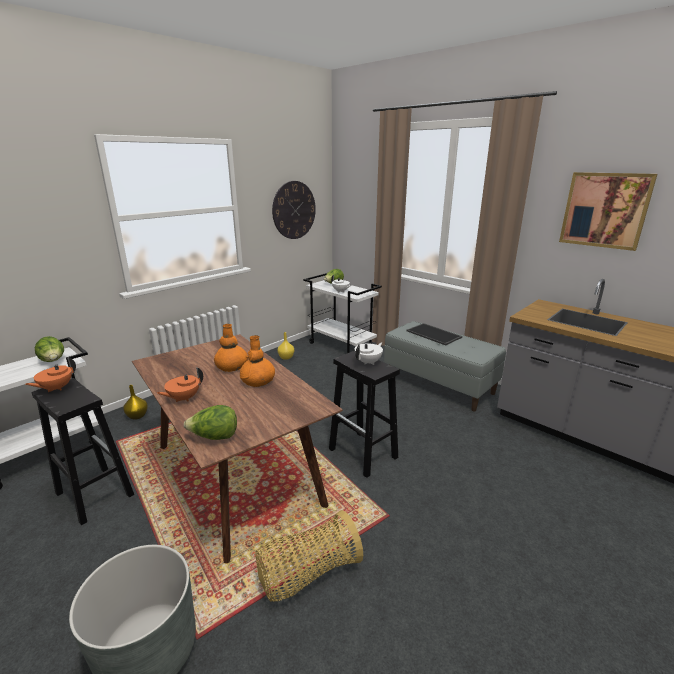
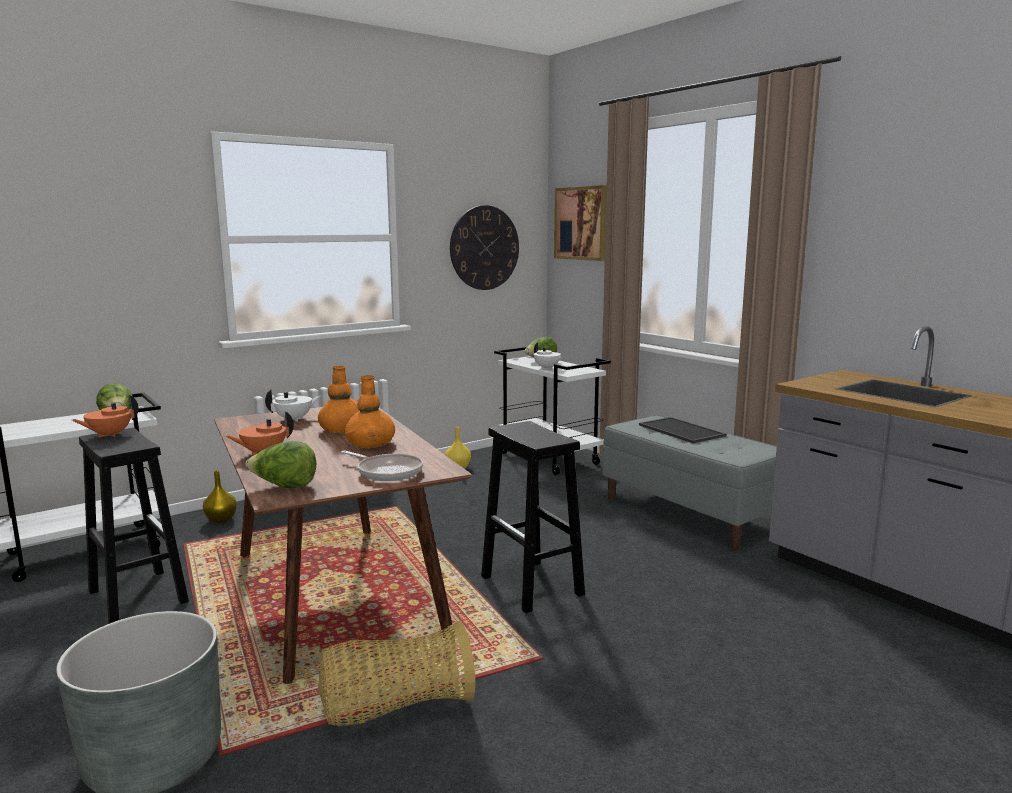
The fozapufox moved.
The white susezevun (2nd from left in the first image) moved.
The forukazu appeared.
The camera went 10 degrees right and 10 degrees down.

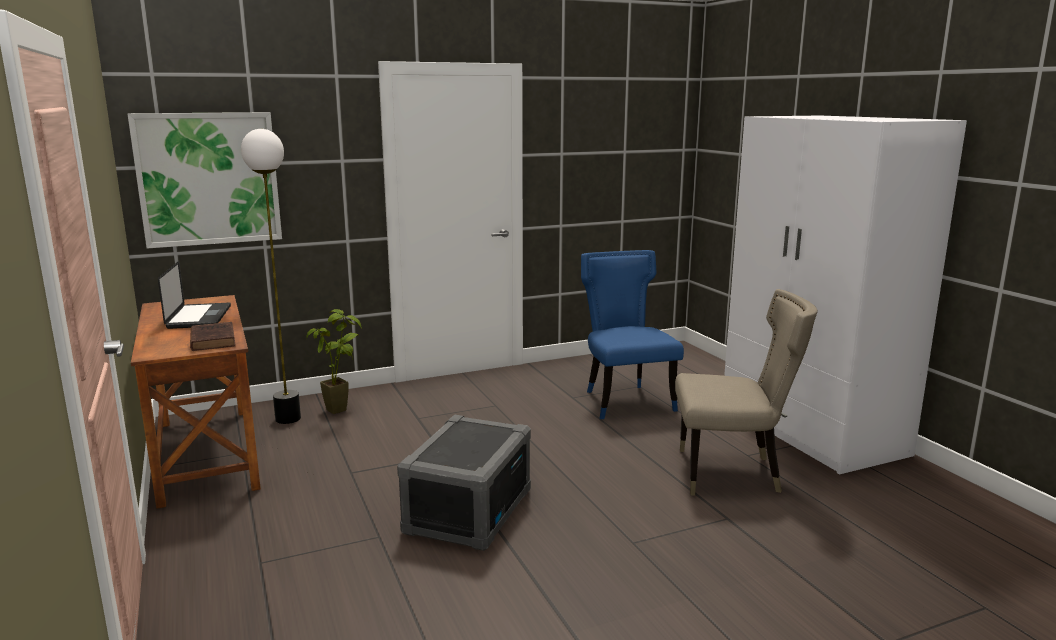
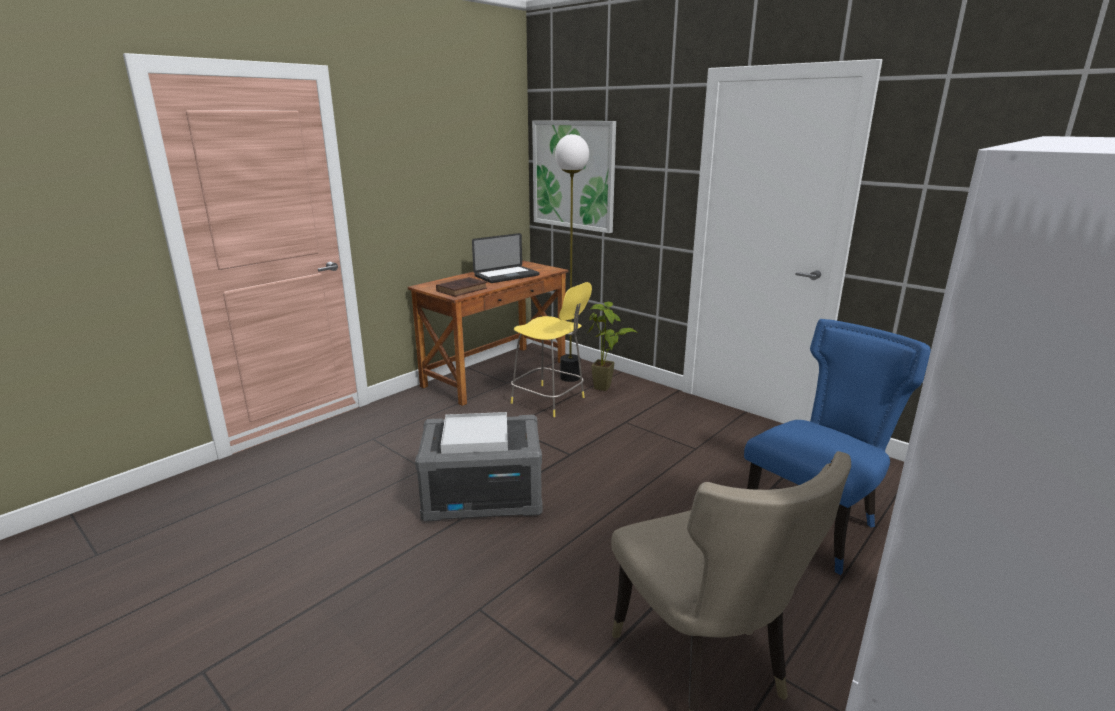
The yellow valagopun appeared.
The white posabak appeared.
The camera went 65 degrees right and 5 degrees up.

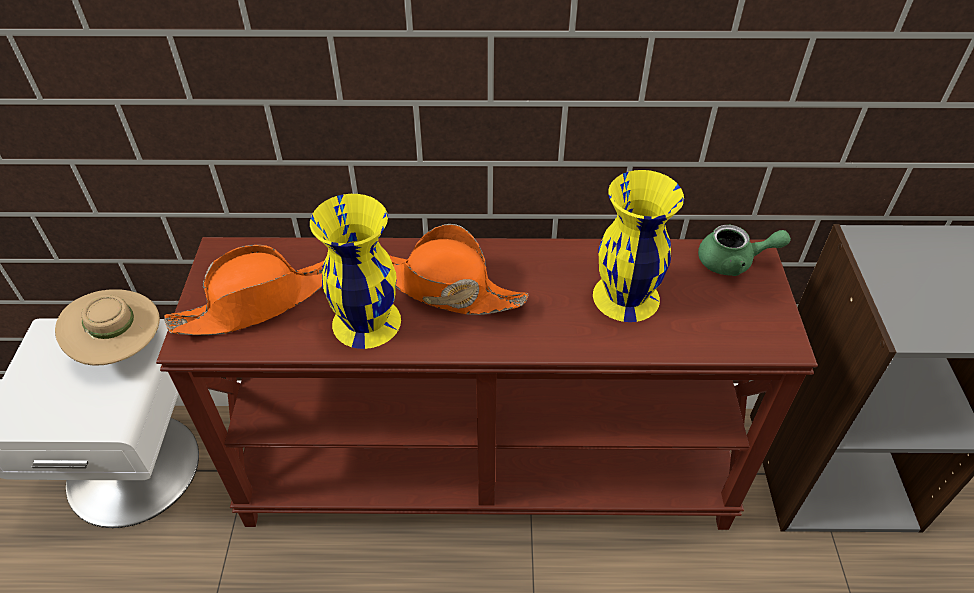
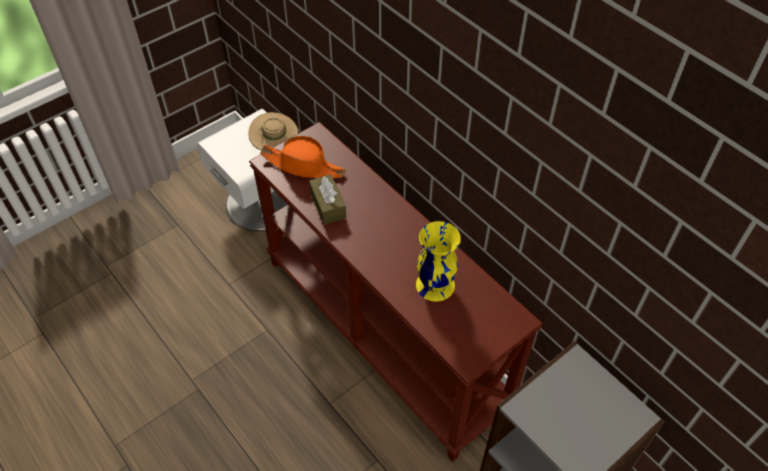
The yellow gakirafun (1st from left) was replaced by the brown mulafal.
The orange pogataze (2nd from left) disappeared.
The green susezevun disappeared.
The camera went 50 degrees right and 5 degrees up.

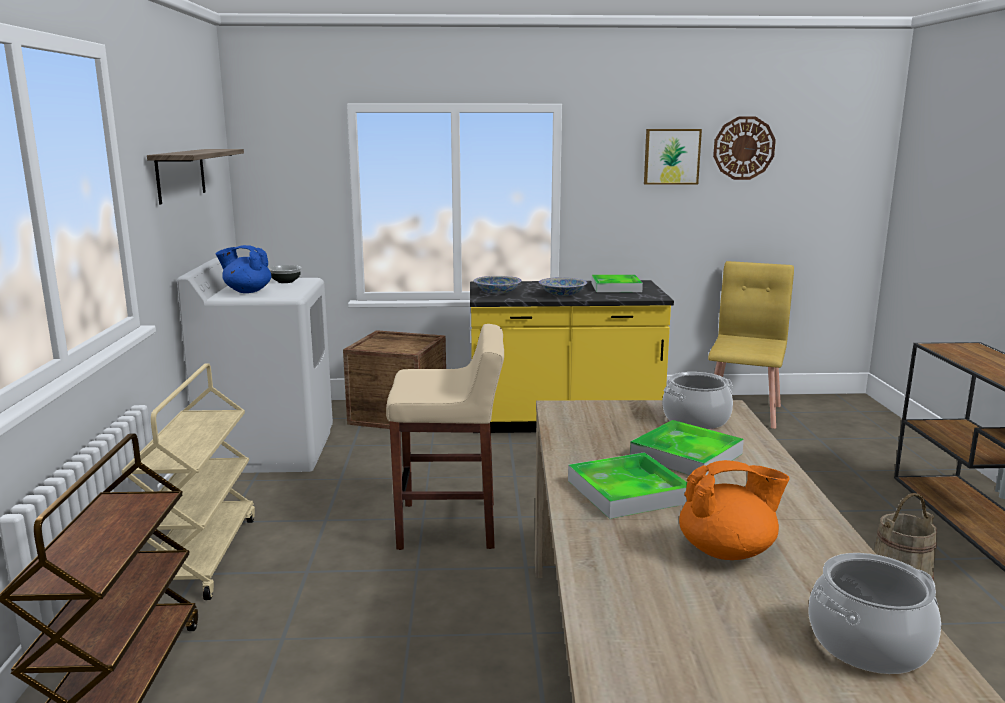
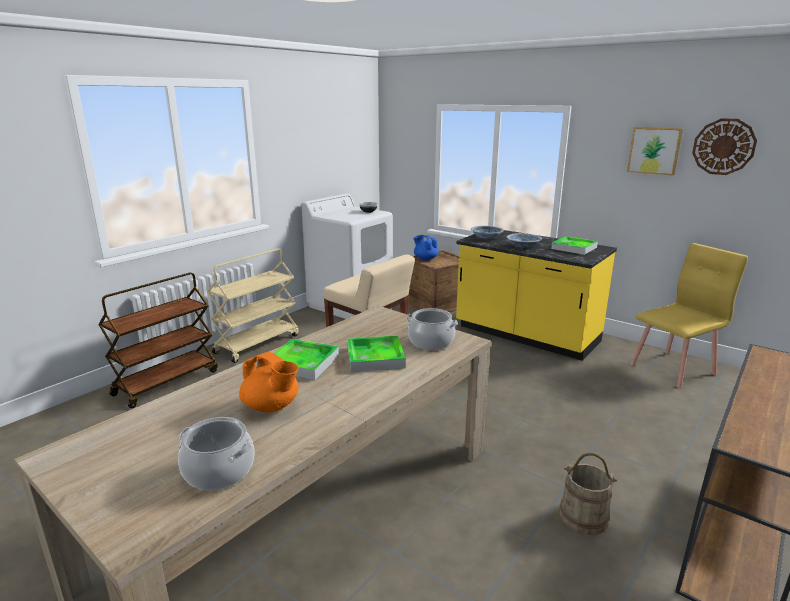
The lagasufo disappeared.
The blue susezevun moved.
The camera went 40 degrees right and 5 degrees up.

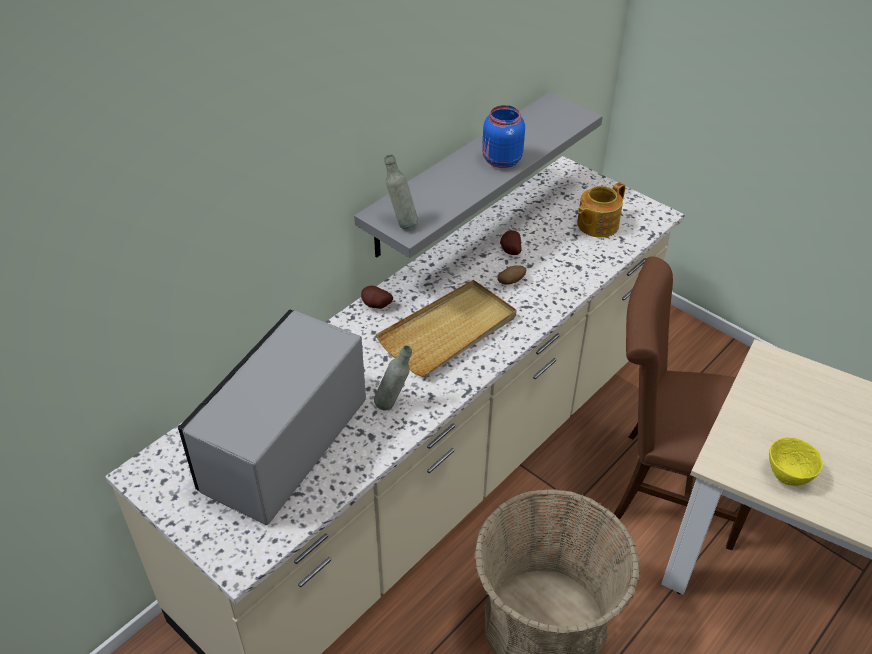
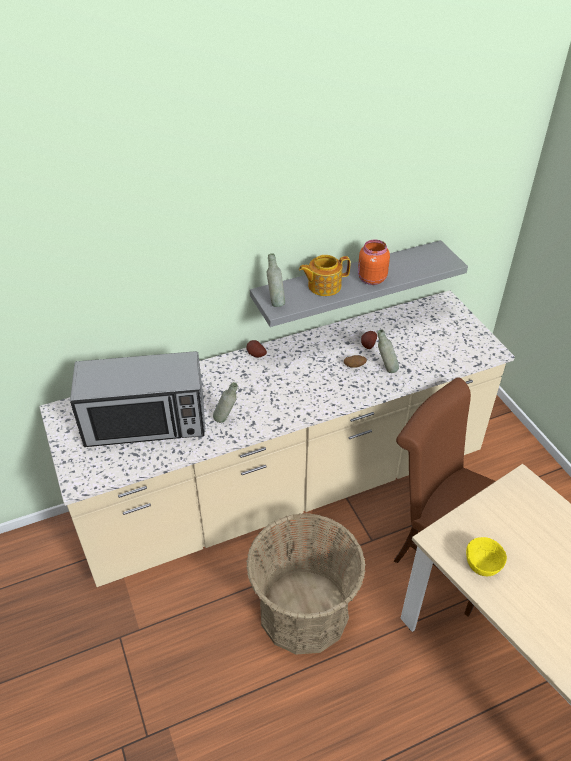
The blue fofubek became the orange fofubek.
The susezevun moved.
The beige posabak disappeared.
The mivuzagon turned 150 degrees counterclockwise.
The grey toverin (3rd from left) appeared.
The camera went 25 degrees right and 0 degrees up.

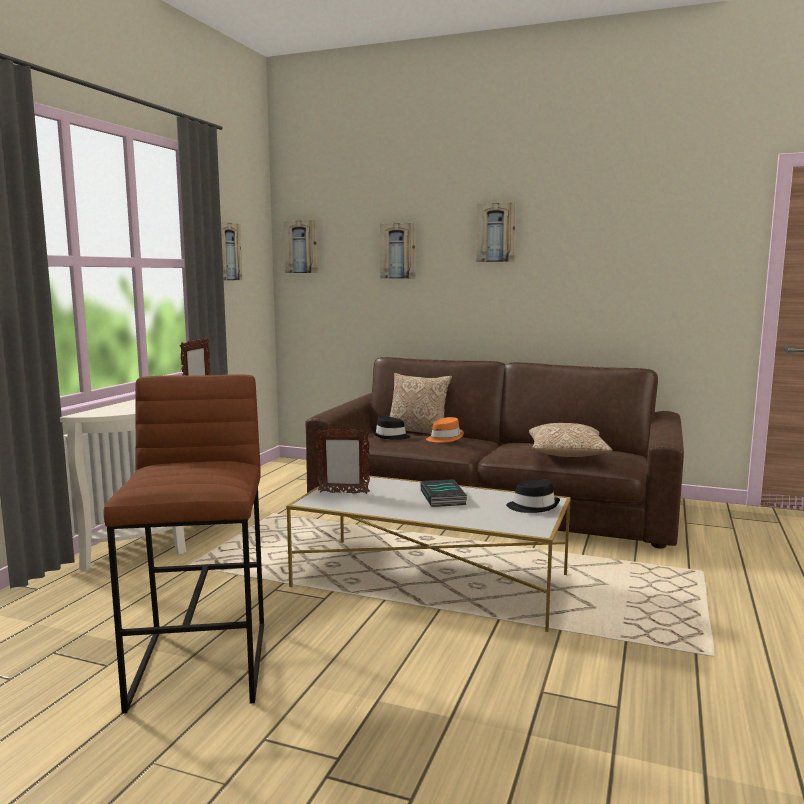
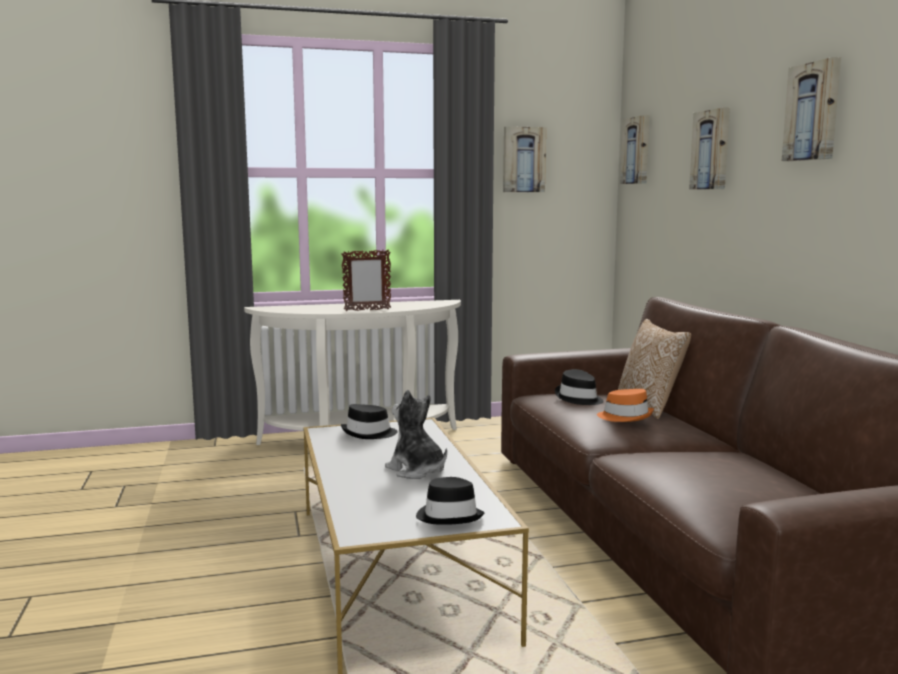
The brown valagopun disappeared.
The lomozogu (2nd from left) disappeared.
The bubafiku (2nd from left) was replaced by the black pogataze (1st from left).
The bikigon was replaced by the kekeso.
The camera went 55 degrees right and 0 degrees up.

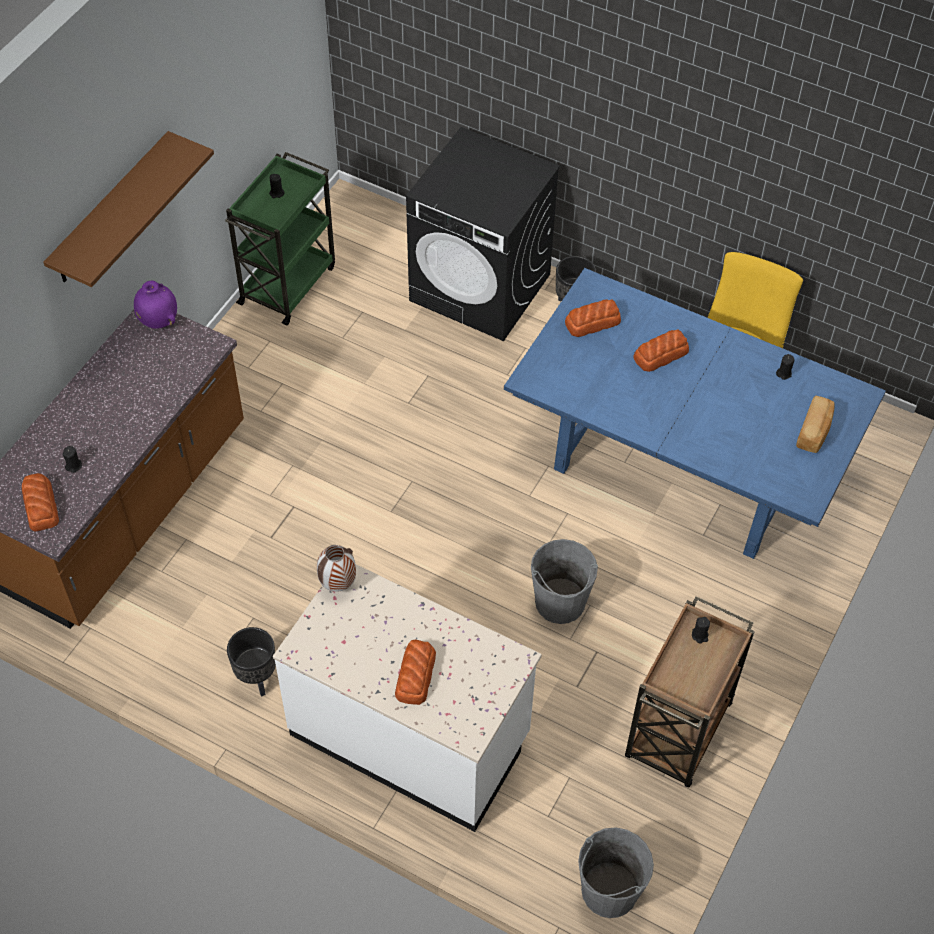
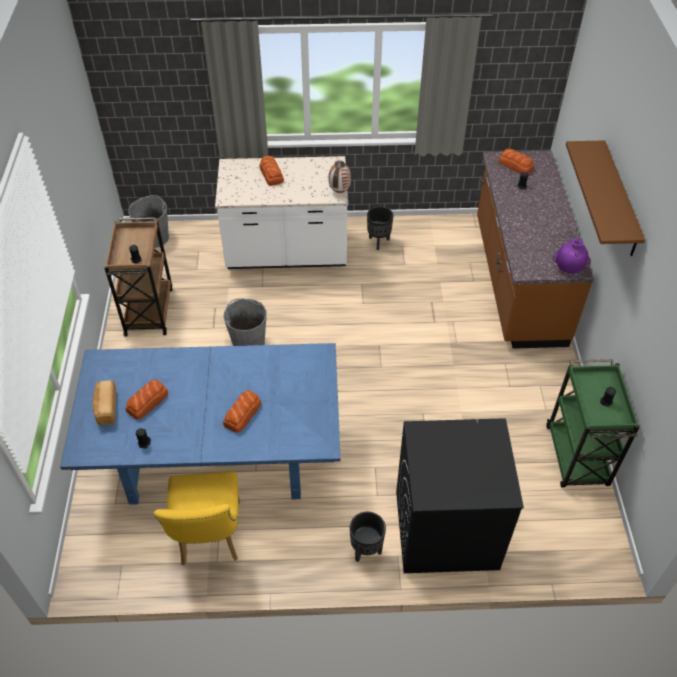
The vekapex (3rd from left in the first image) moved.
The camera went 150 degrees right and 5 degrees down.

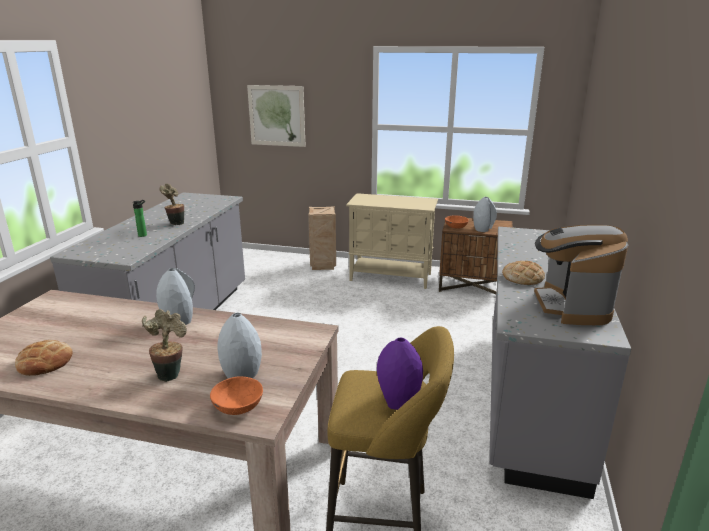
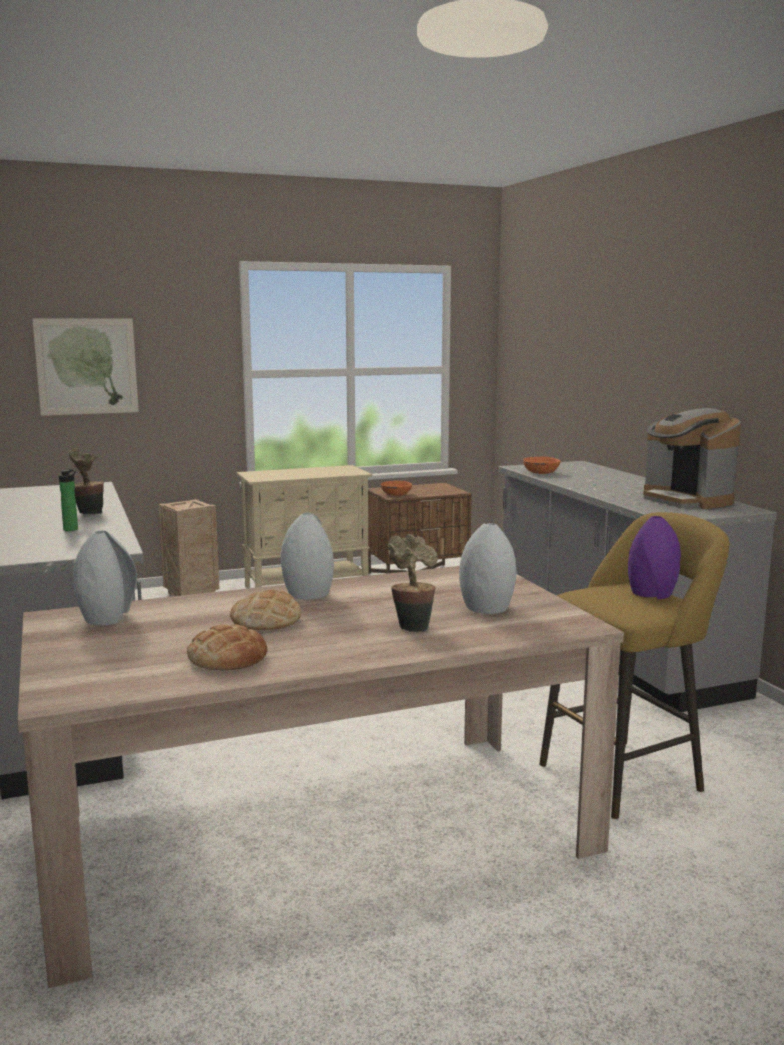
The grey gakirafun (3rd from left in the first image) moved.
The vekapex (2nd from left) moved.
The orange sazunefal (1st from left in the first image) moved.
The camera went 35 degrees left and 10 degrees down.

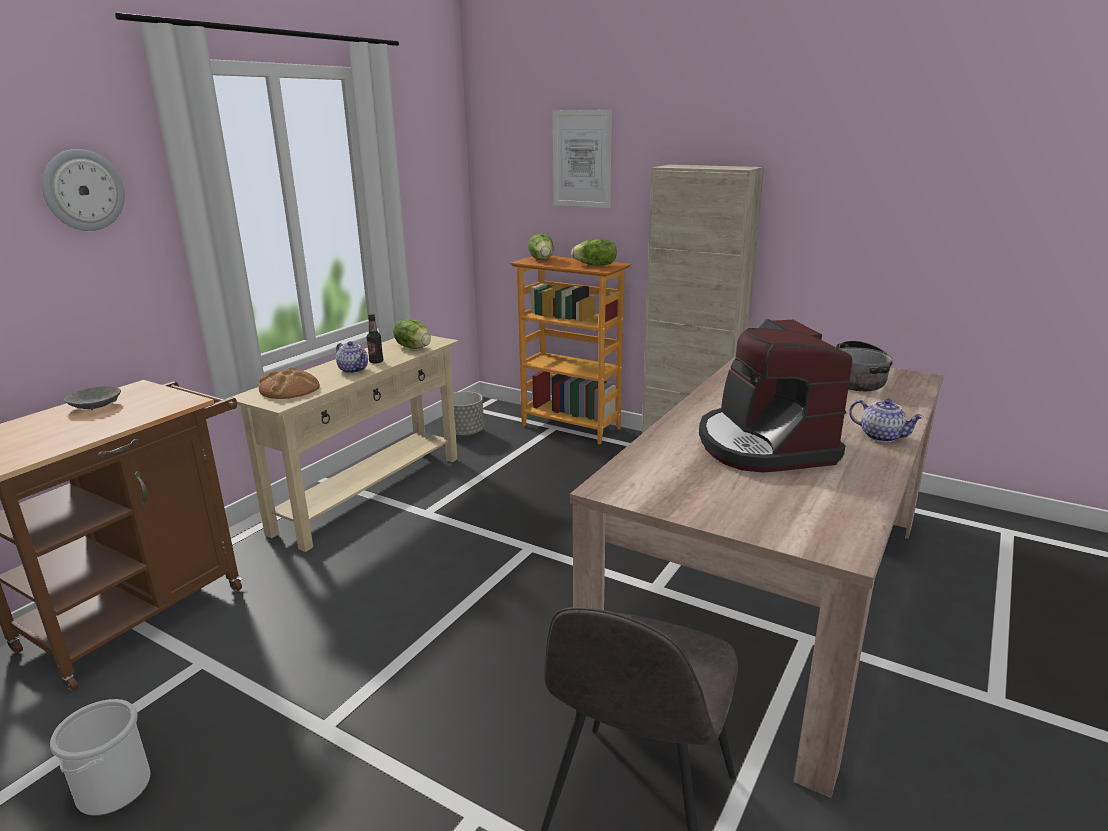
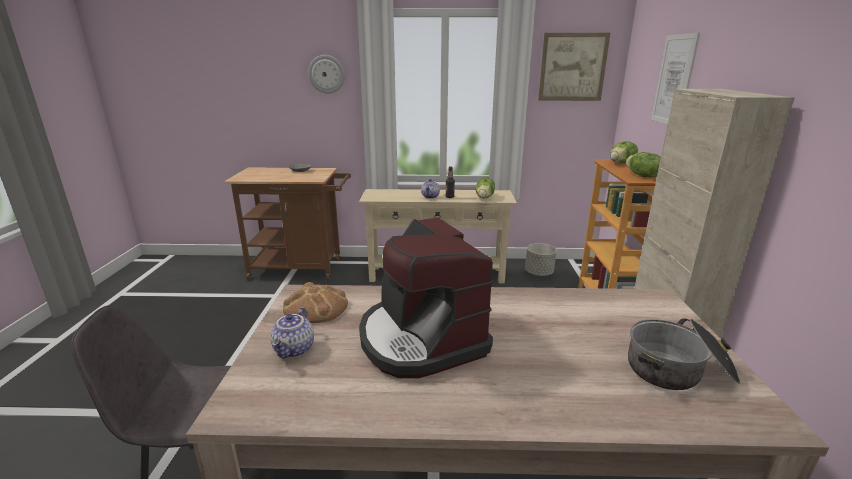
The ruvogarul turned 75 degrees counterclockwise.
The vekapex moved.
The susezevun (2nd from left in the first image) moved.
The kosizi disappeared.
The fozapufox (1st from left) appeared.
The camera went 60 degrees right and 0 degrees up.

